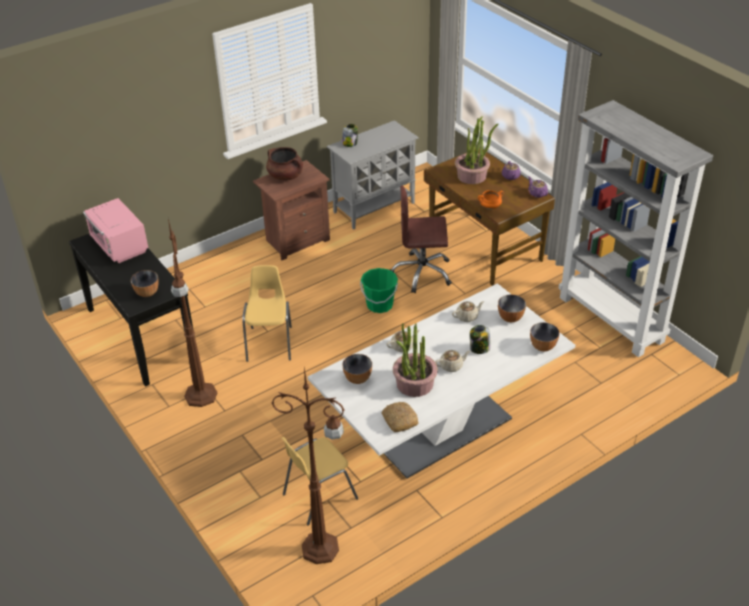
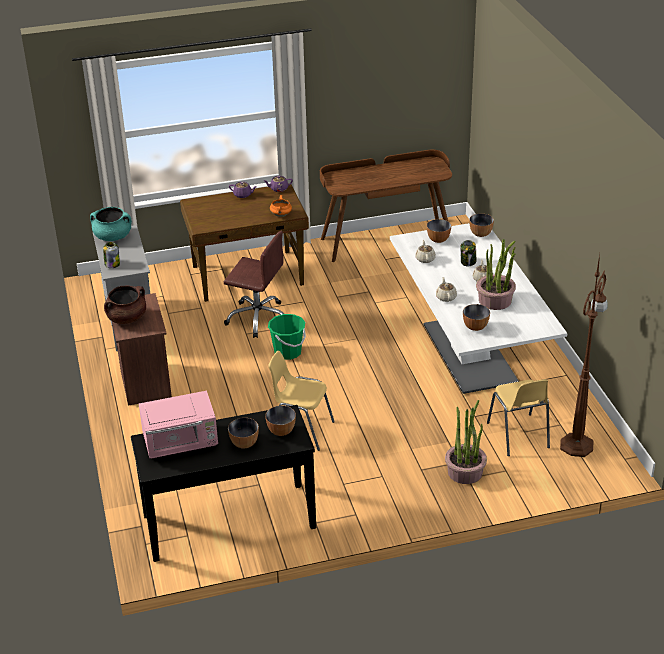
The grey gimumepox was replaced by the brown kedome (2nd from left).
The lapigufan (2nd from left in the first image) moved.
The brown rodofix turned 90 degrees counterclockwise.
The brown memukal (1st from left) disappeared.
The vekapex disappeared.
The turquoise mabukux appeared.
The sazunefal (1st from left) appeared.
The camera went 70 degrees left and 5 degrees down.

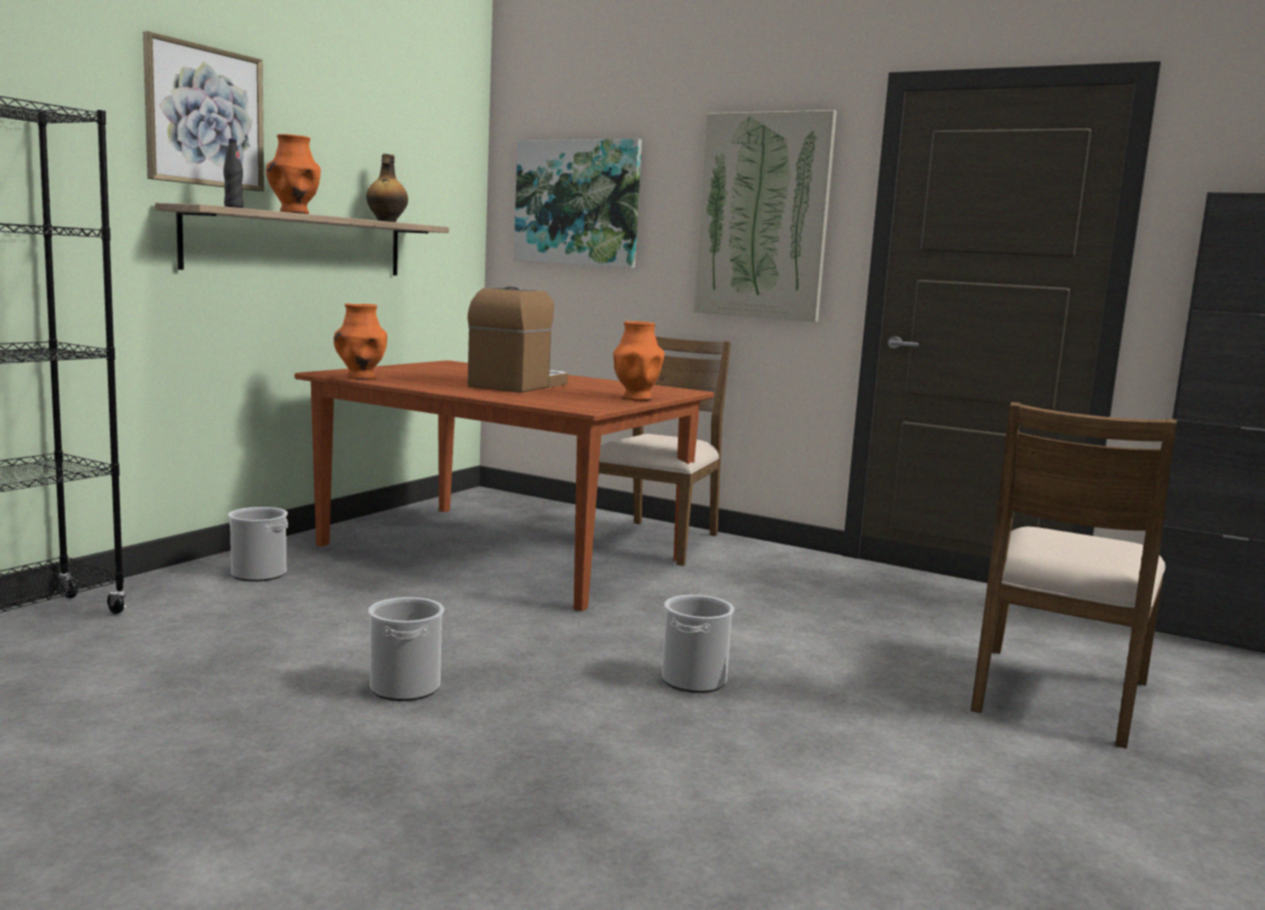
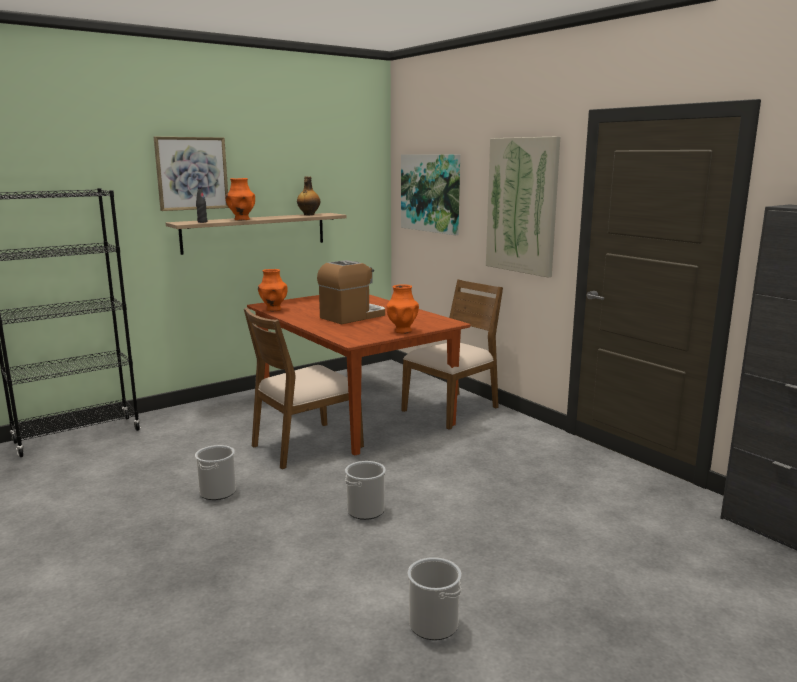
The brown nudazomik (2nd from left in the first image) moved.
The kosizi (1st from left in the first image) moved.
The camera went 25 degrees right and 5 degrees up.

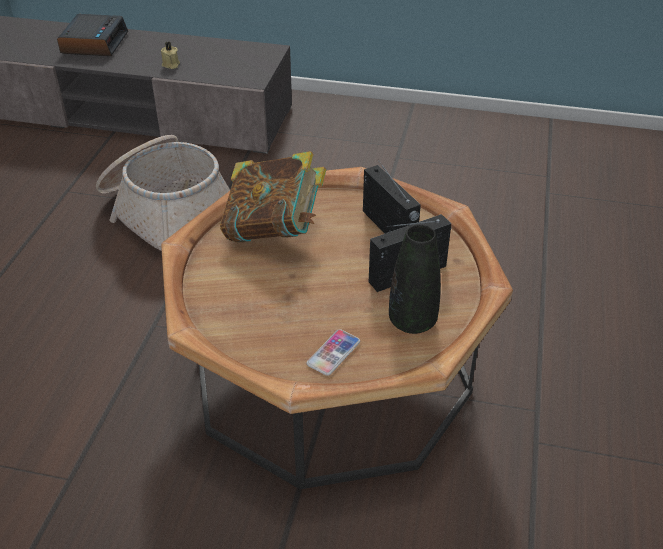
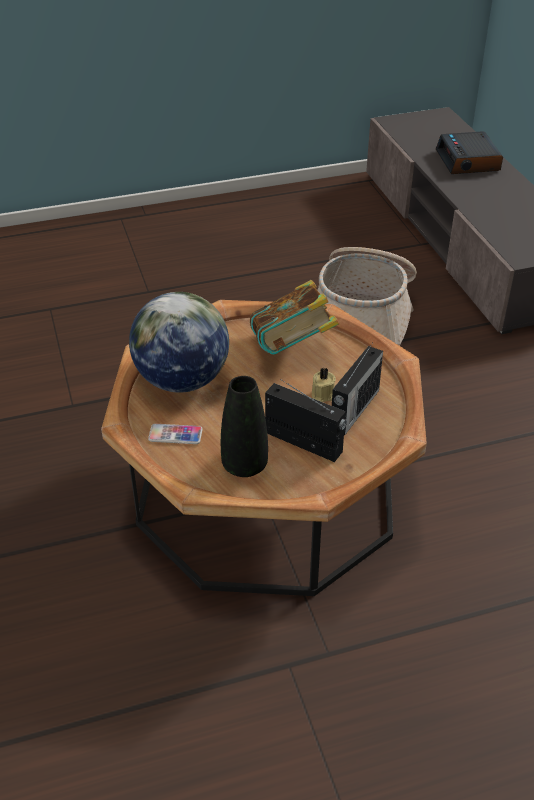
The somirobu turned 105 degrees clockwise.
The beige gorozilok moved.
The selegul appeared.
The camera went 60 degrees right and 0 degrees up.

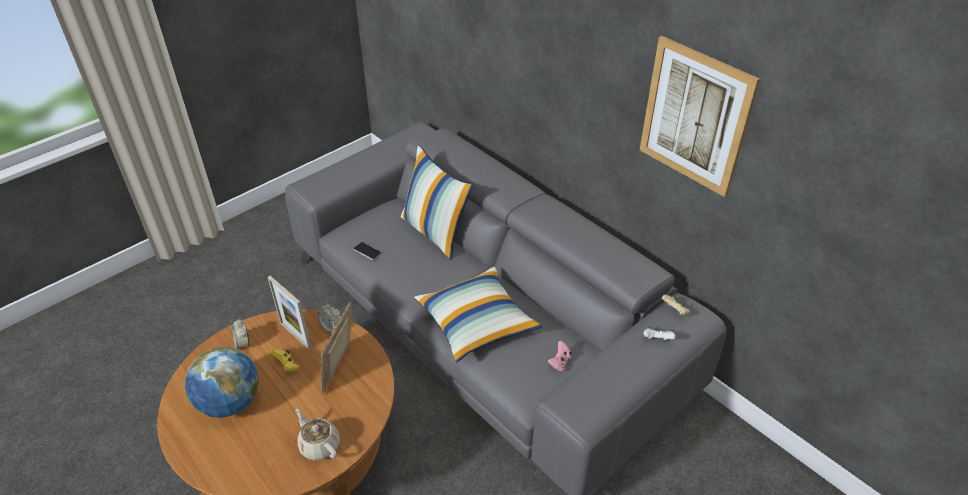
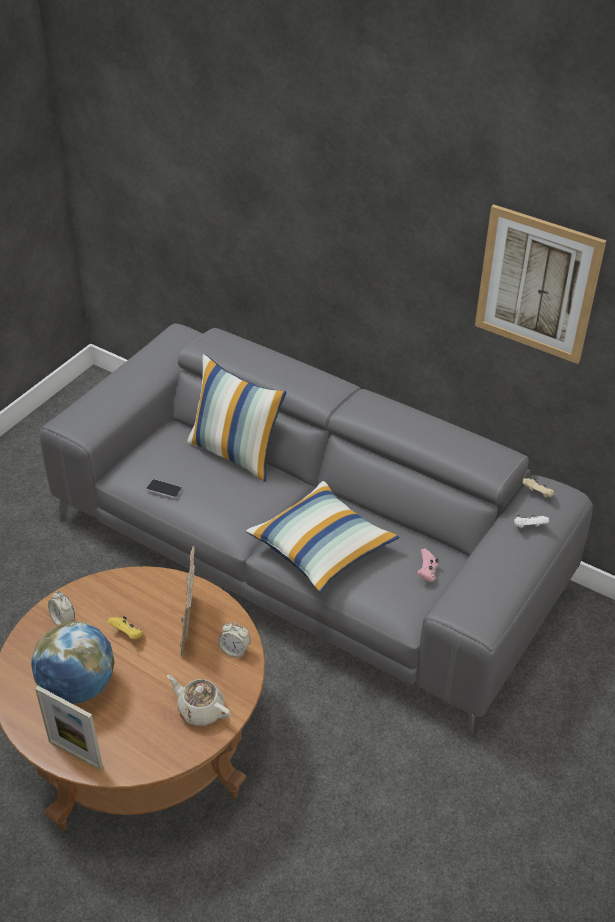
The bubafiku (1st from left) moved.
The somirobu (2nd from left) moved.
The camera went 15 degrees left and 0 degrees up.

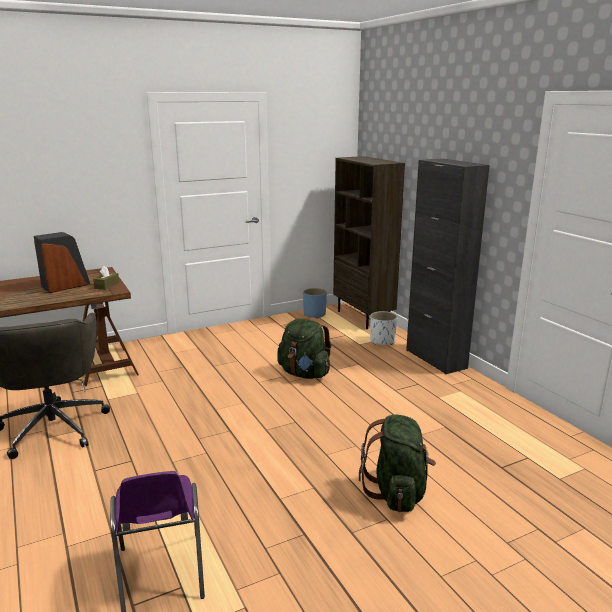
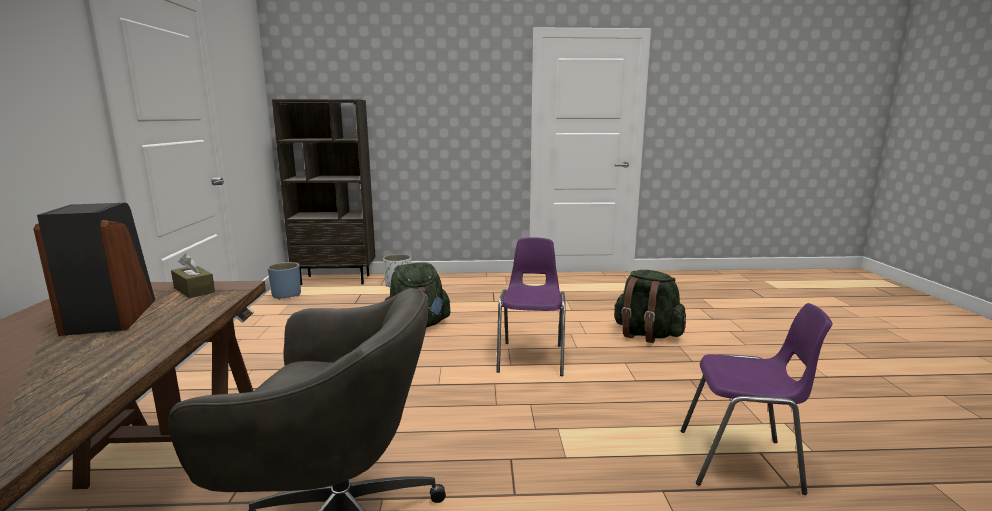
The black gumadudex disappeared.
The purple nudazomik (1st from left) appeared.
The camera went 65 degrees left and 5 degrees down.

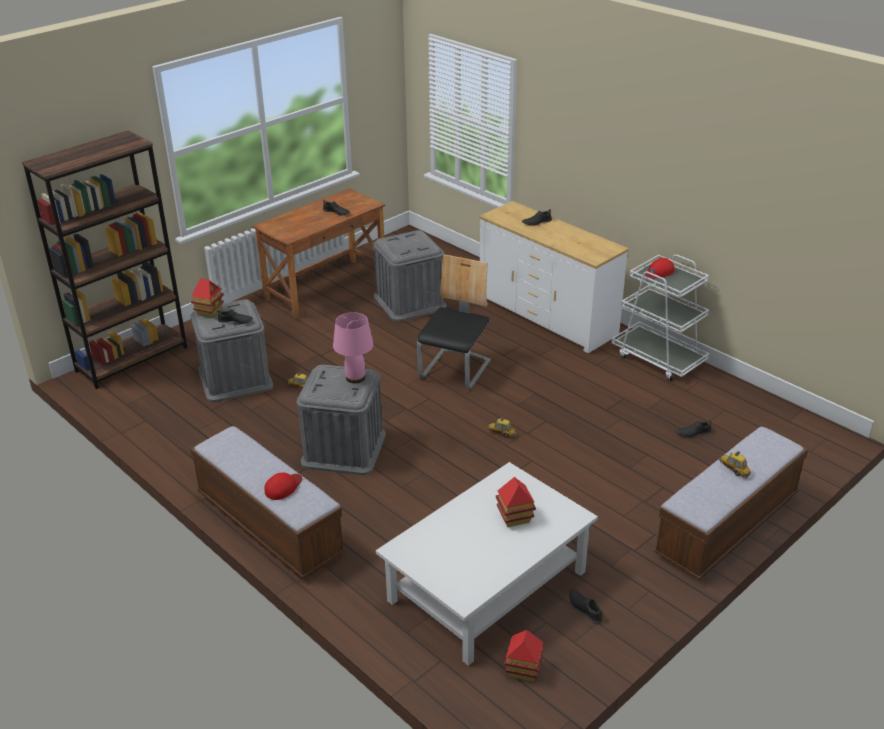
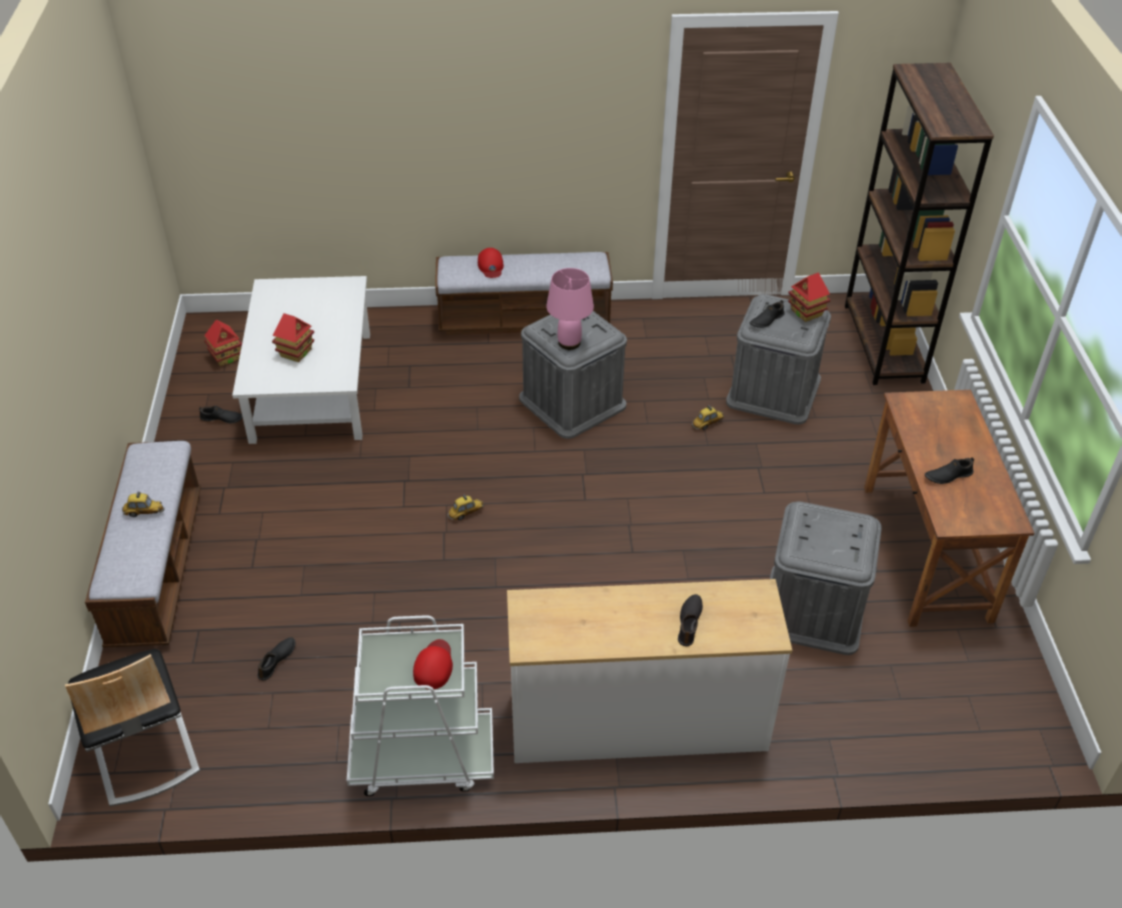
The nudazomik moved.
The camera went 130 degrees right and 10 degrees up.

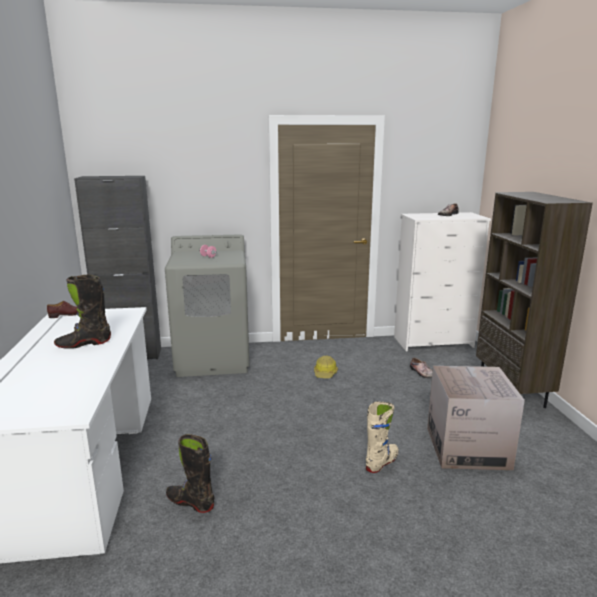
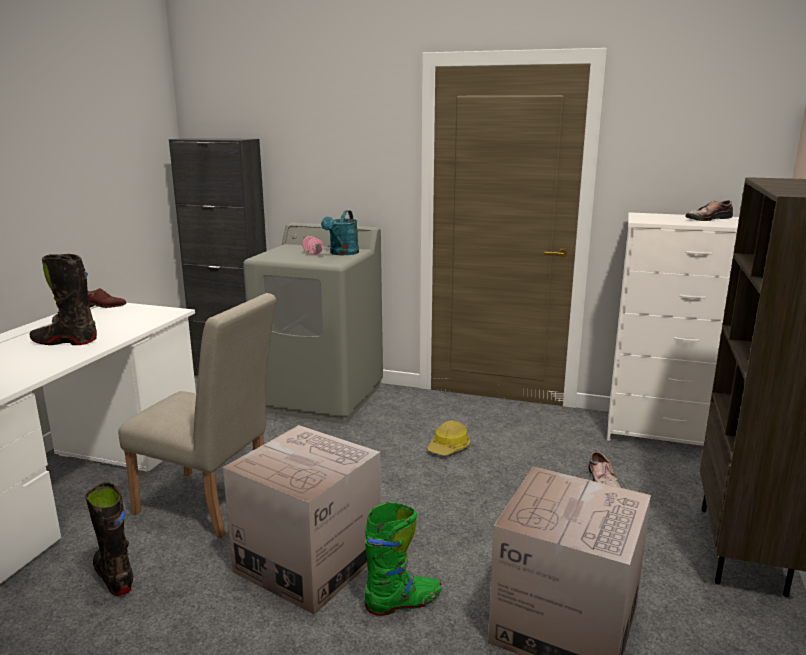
The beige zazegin became the green zazegin.
The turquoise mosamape appeared.
The beige nudazomik appeared.
The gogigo (1st from left) appeared.
The camera went 25 degrees right and 0 degrees up.

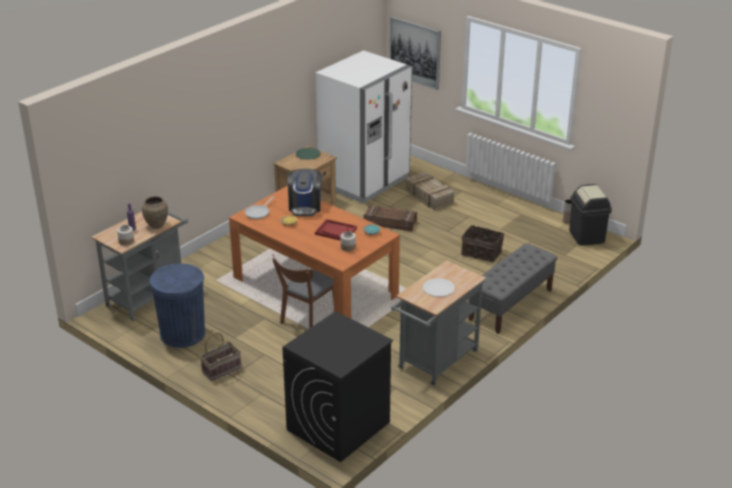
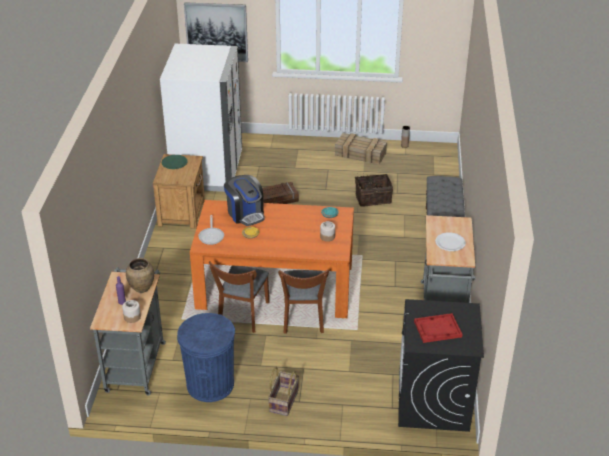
The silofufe (2nd from left) moved.
The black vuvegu disappeared.
The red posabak moved.
The brown nudazomik (1st from left) appeared.
The camera went 35 degrees left and 5 degrees up.

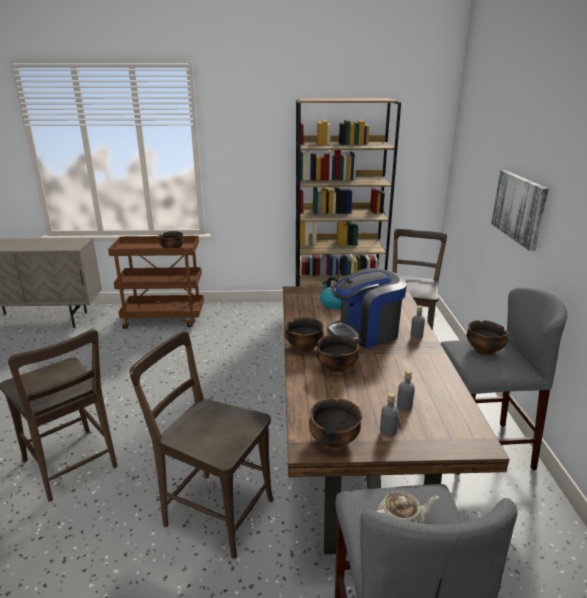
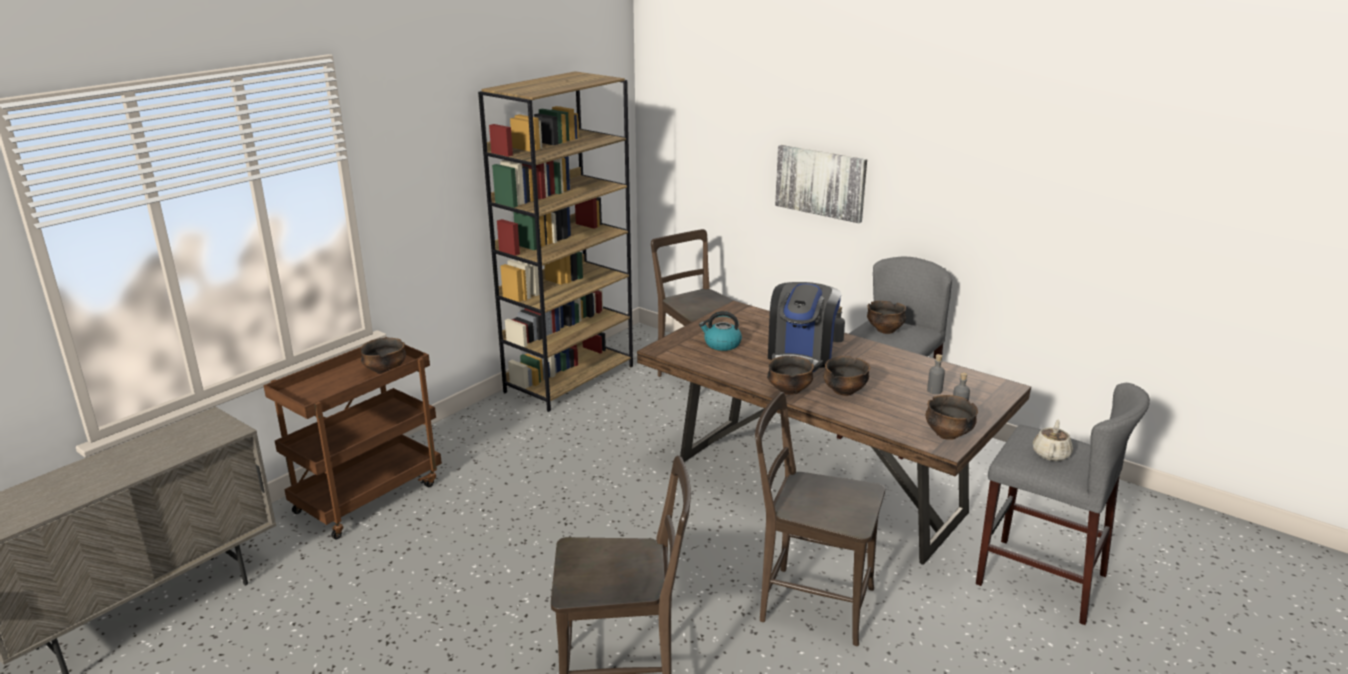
The brown nudazomik (2nd from left in the first image) turned 45 degrees clockwise.
The camera went 50 degrees left and 0 degrees up.

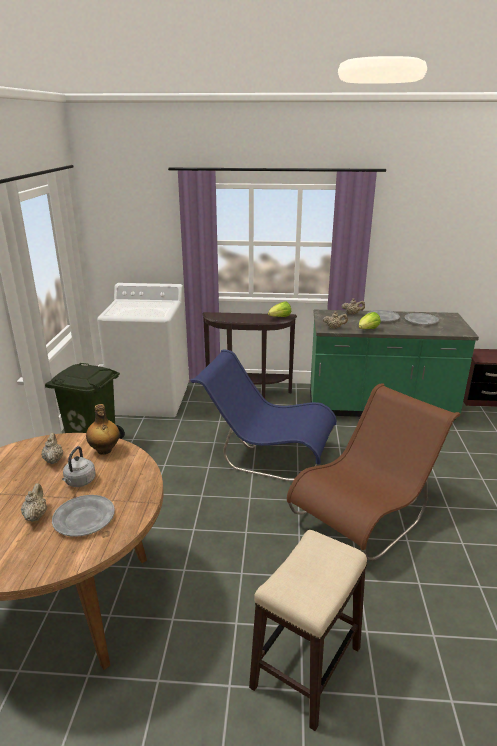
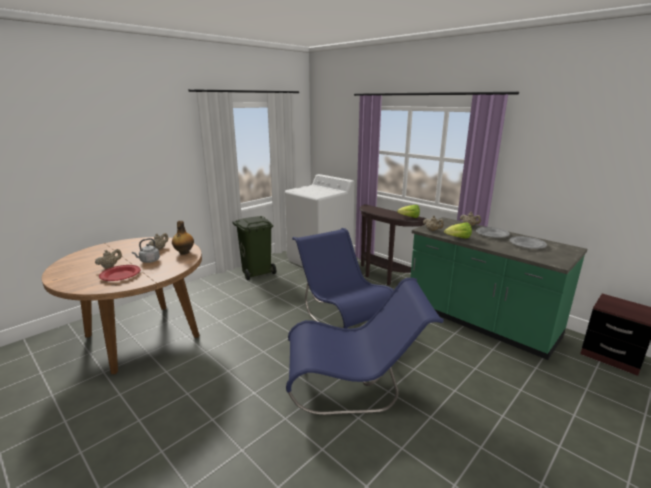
The brown nudazomik became the blue nudazomik (2nd from left).
The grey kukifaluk (1st from left) became the red kukifaluk.
The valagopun disappeared.
The camera went 40 degrees right and 5 degrees down.

